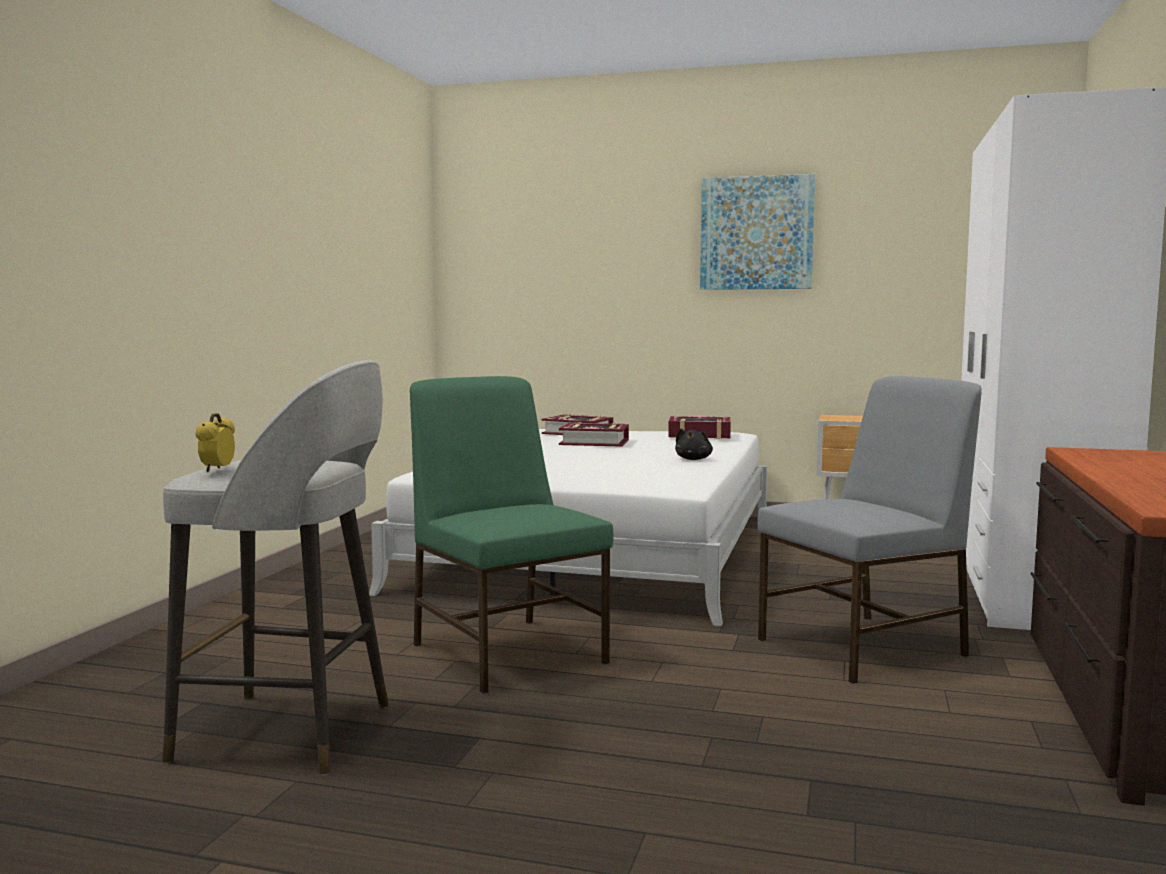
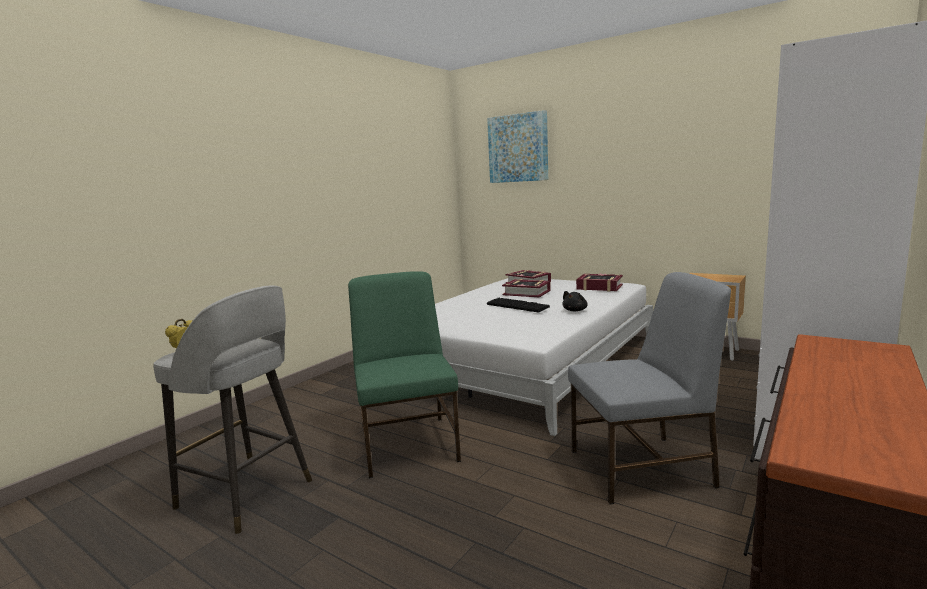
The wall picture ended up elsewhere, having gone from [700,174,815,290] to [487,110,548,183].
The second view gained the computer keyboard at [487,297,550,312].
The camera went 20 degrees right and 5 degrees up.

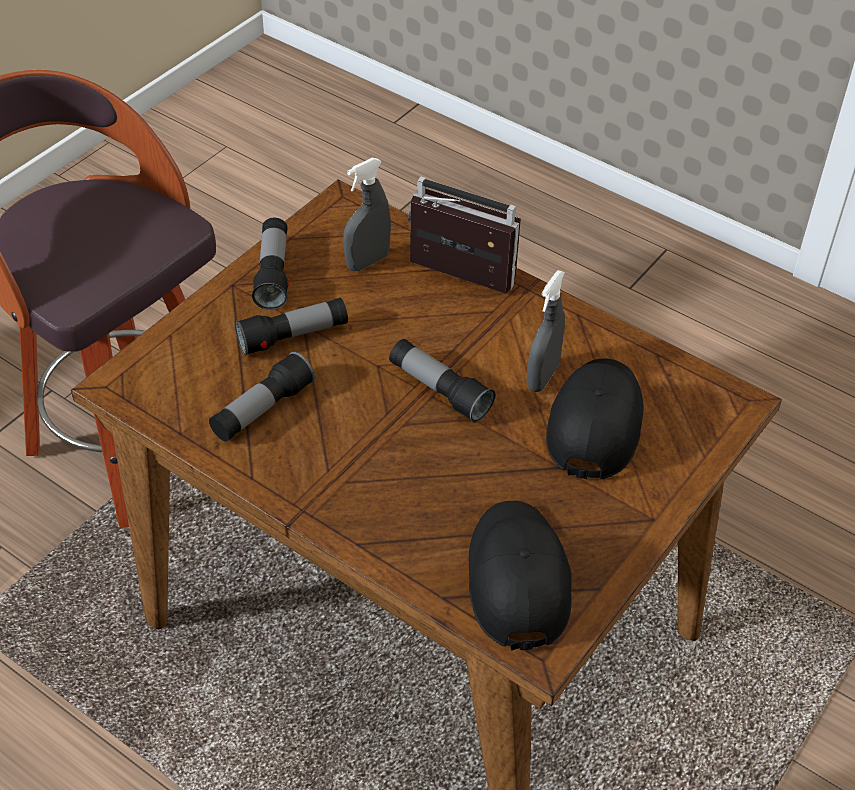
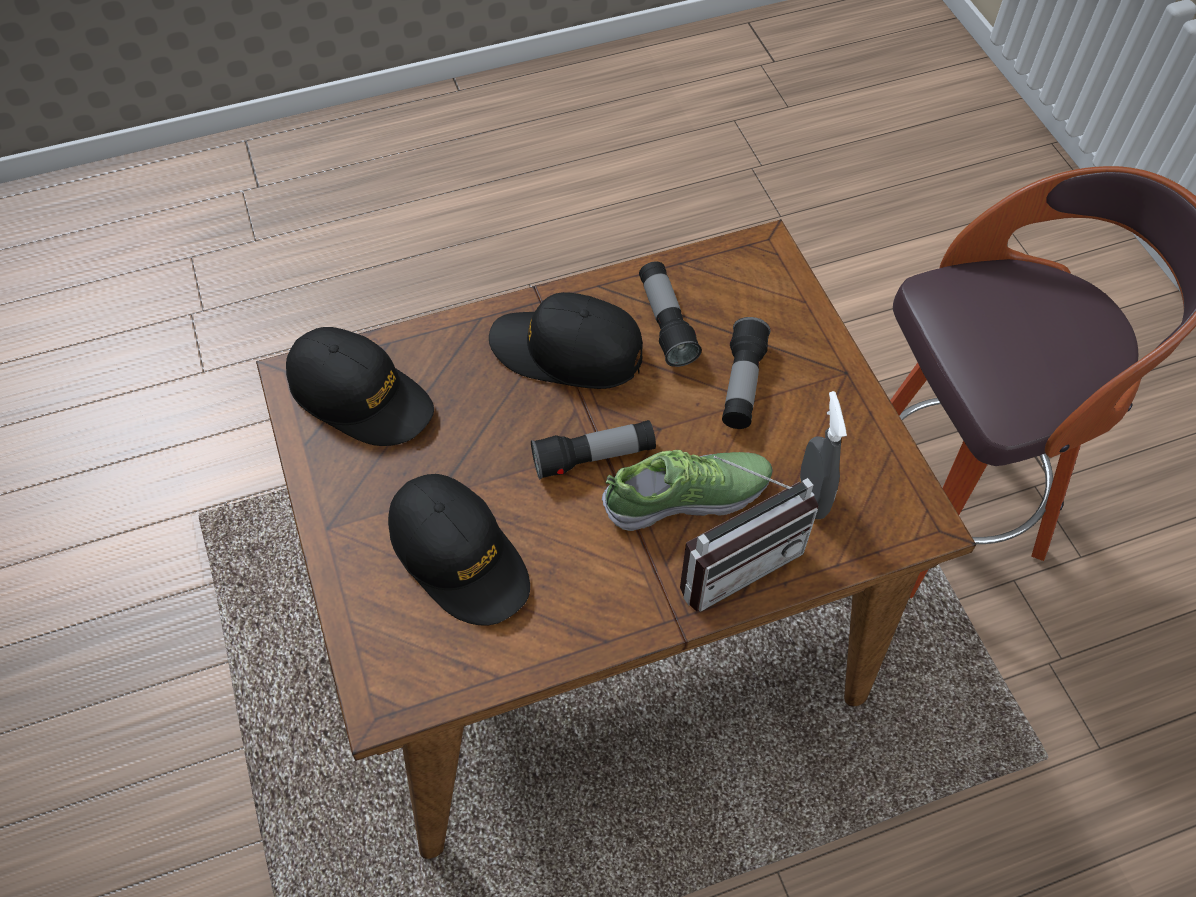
The second view gained the black-coloured baseball cap at [489,292,643,389].
The second view gained the low shoe at [602,450,773,531].
The second view lost the hand torch at [252,218,289,310].
The second view lost the gray spray bottle at [527,270,565,392].
The camera went 125 degrees right and 10 degrees up.

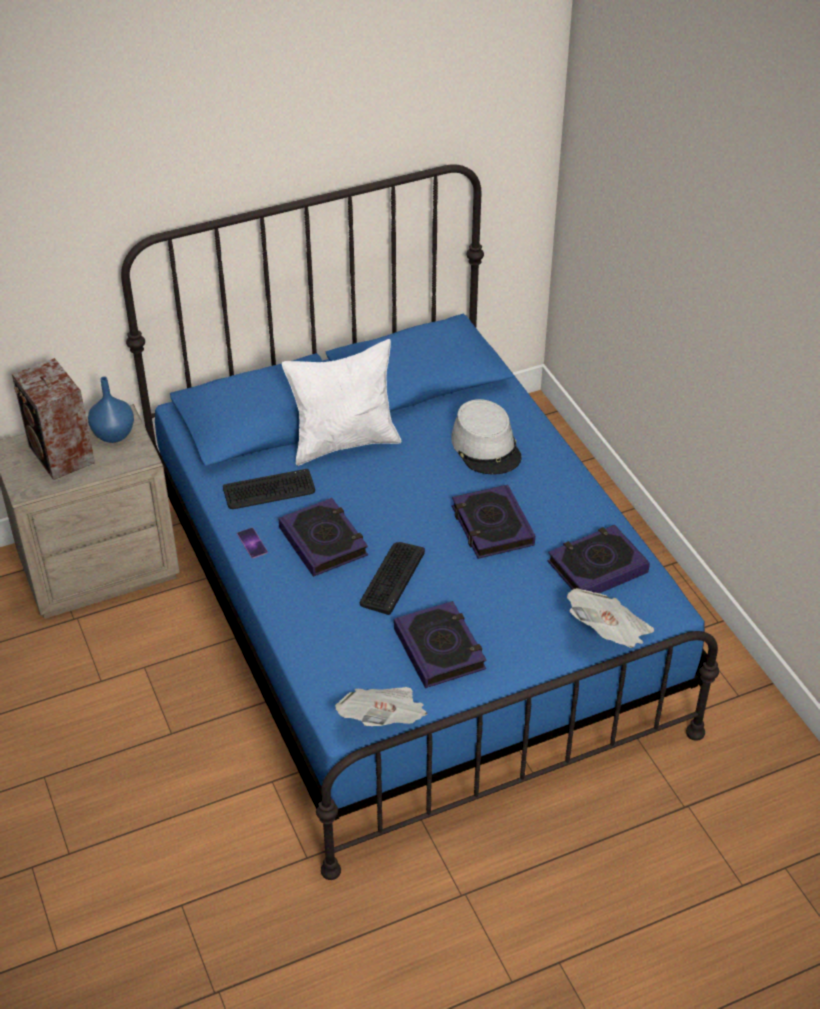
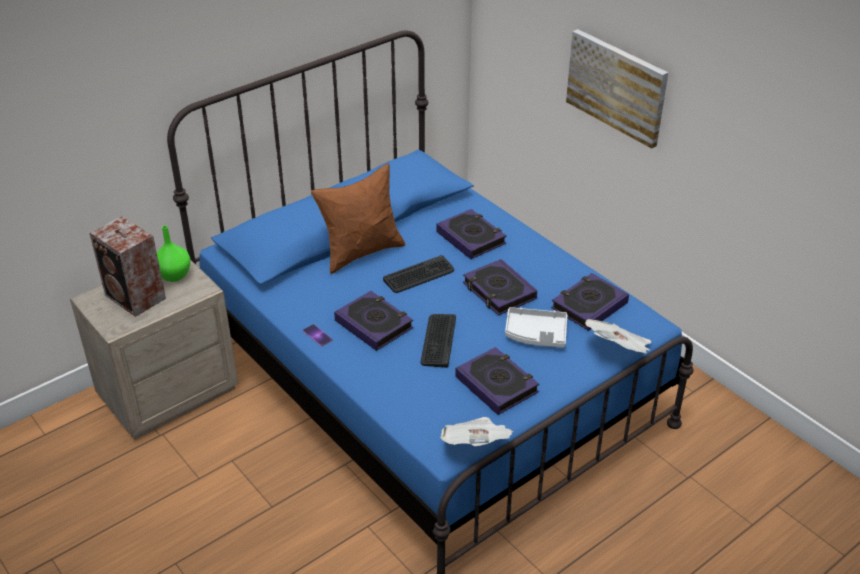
What was the bluish flower vase at [88,376,134,443] turned into the greenish flower vase at [157,226,191,282].
What was the whitish cushion at [282,339,402,466] turned into the brown-coloured cushion at [311,163,406,274].
The computer keyboard ended up elsewhere, having gone from [223,469,315,509] to [383,255,454,293].
Where the gray wearable hat stood at [451,399,522,475], the volume came to stand at [436,209,507,259].
The second view gained the gray serving tray at [505,307,567,348].
The second view gained the wall picture at [566,29,668,149].
The camera went 15 degrees left and 5 degrees down.

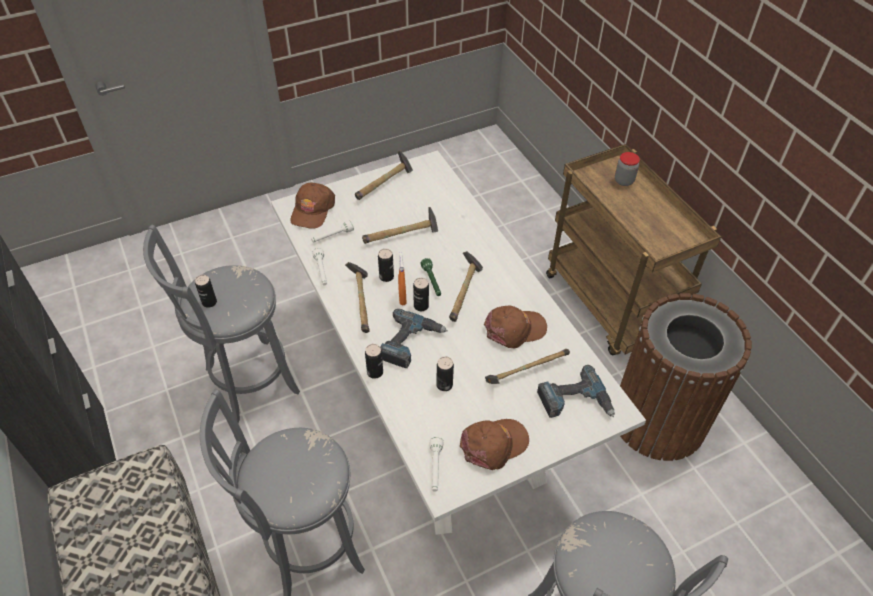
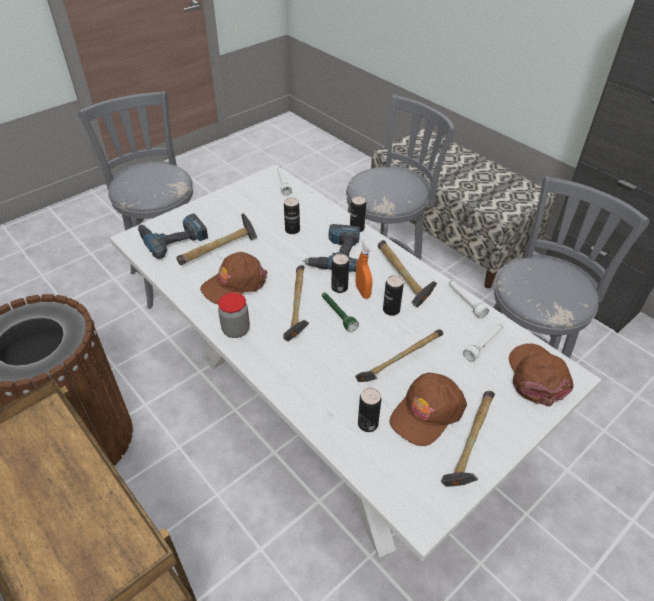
The jar ended up elsewhere, having gone from [615,152,640,186] to [218,292,250,338].
The metal can ended up elsewhere, having gone from [195,275,217,308] to [358,388,381,432].
The brown-coloured baseball cap ended up elsewhere, having gone from [460,419,529,470] to [389,373,467,446].
The camera went 165 degrees right and 5 degrees down.

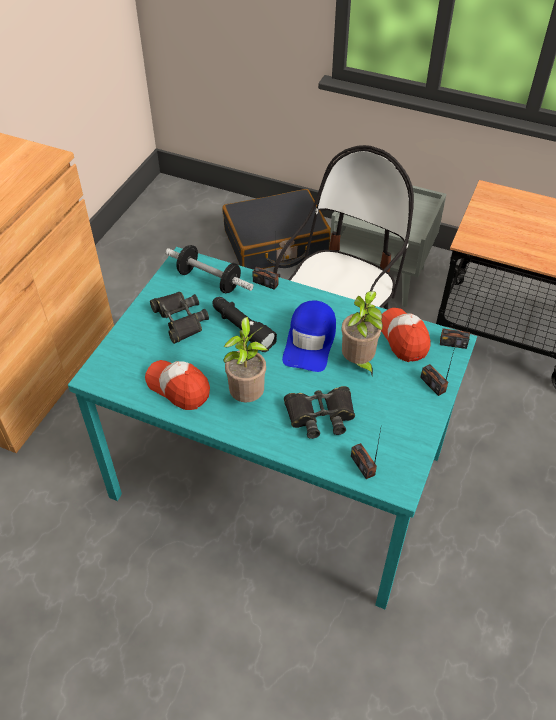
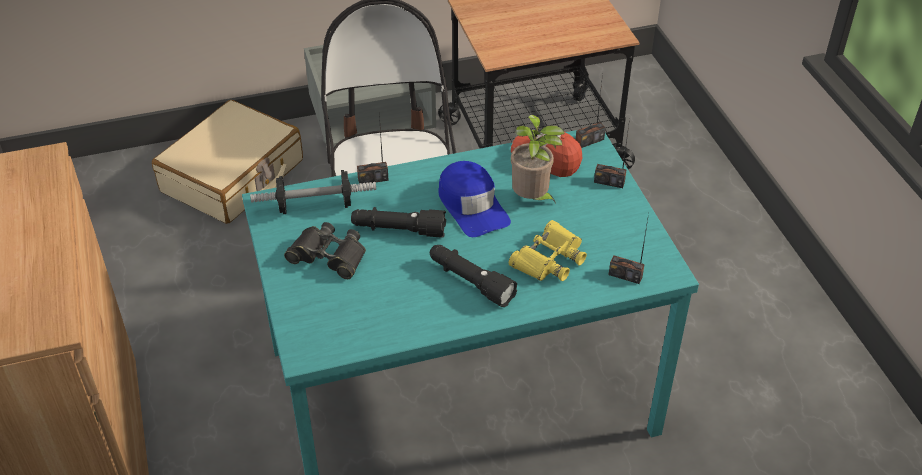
What was the black-coloured piece of luggage at [222,189,331,270] turned into the beige piece of luggage at [152,100,303,224].
Where the plant in a pot stood at [223,317,268,402], the black-coloured hand torch came to stand at [430,245,517,307].
What was the black-coloured field glasses at [284,386,355,439] turned into the yellowish field glasses at [509,220,587,281].
The second view lost the baseball cap at [145,360,210,410].
The camera went 40 degrees left and 5 degrees down.

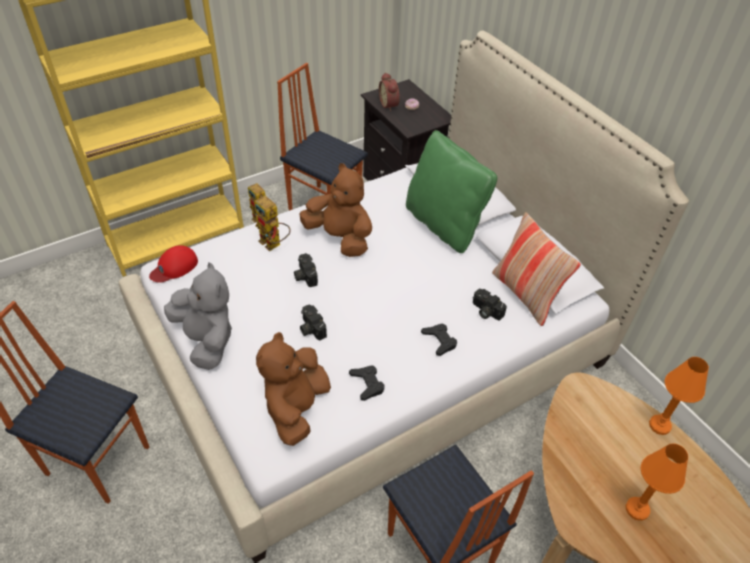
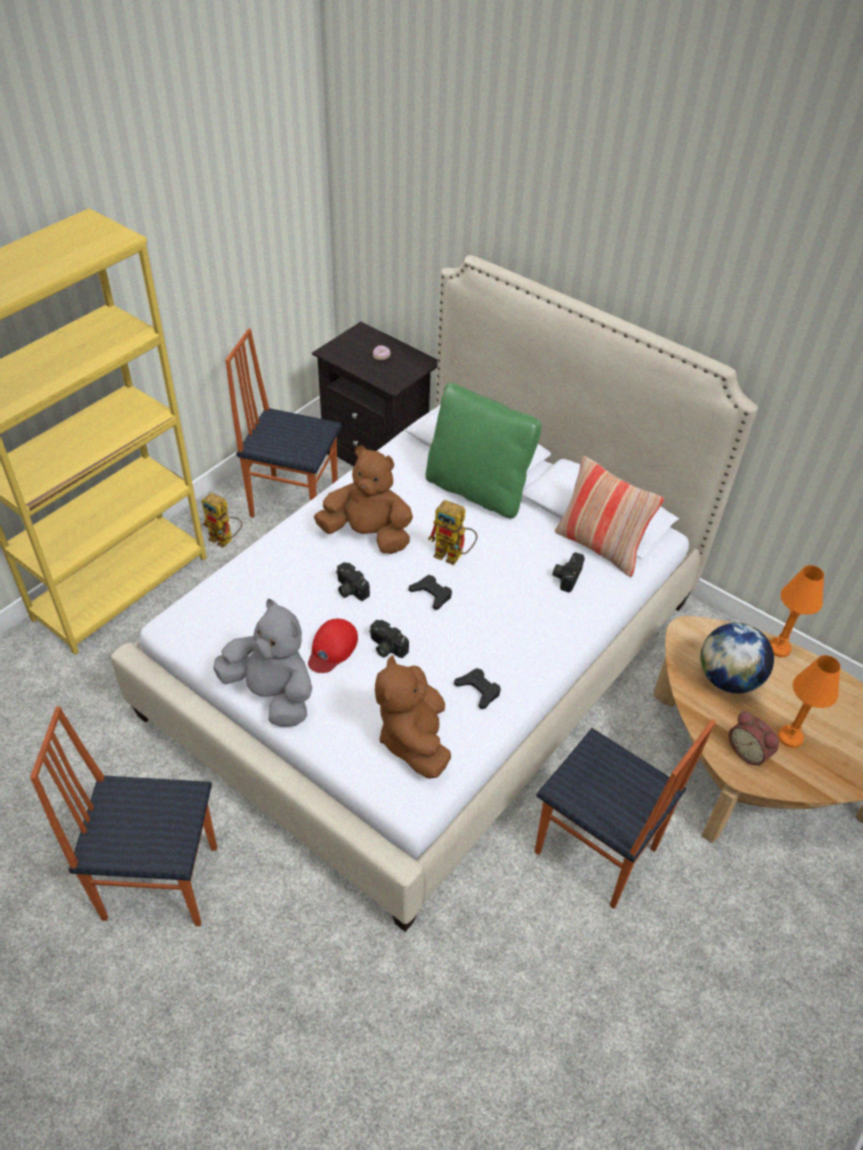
The red-coloured baseball cap ended up elsewhere, having gone from [149,245,198,283] to [308,619,358,673].
The black-coloured gamepad ended up elsewhere, having gone from [421,323,457,356] to [409,575,452,610].
The robot figure ended up elsewhere, having gone from [254,196,291,251] to [428,500,477,565].
The photo camera at [473,289,507,321] ended up facing another way, 90 degrees clockwise from before.
The second view gained the globe at [701,623,774,693].
The bedside clock ended up elsewhere, having gone from [379,72,400,111] to [729,711,779,767].
The camera went 20 degrees left and 0 degrees up.

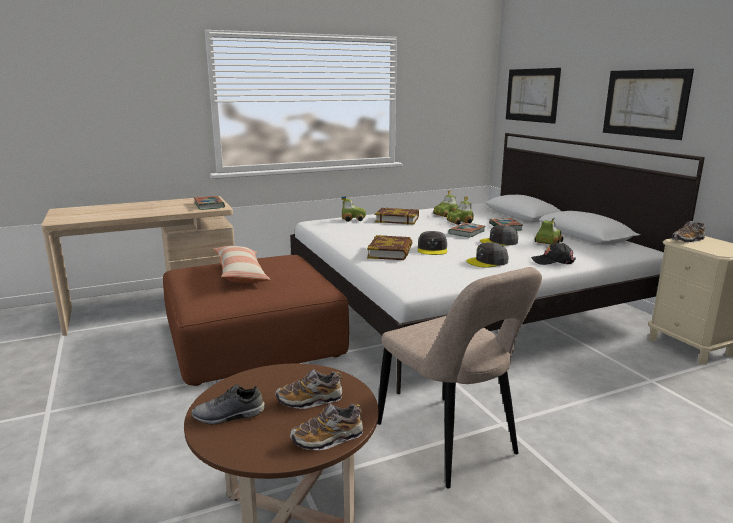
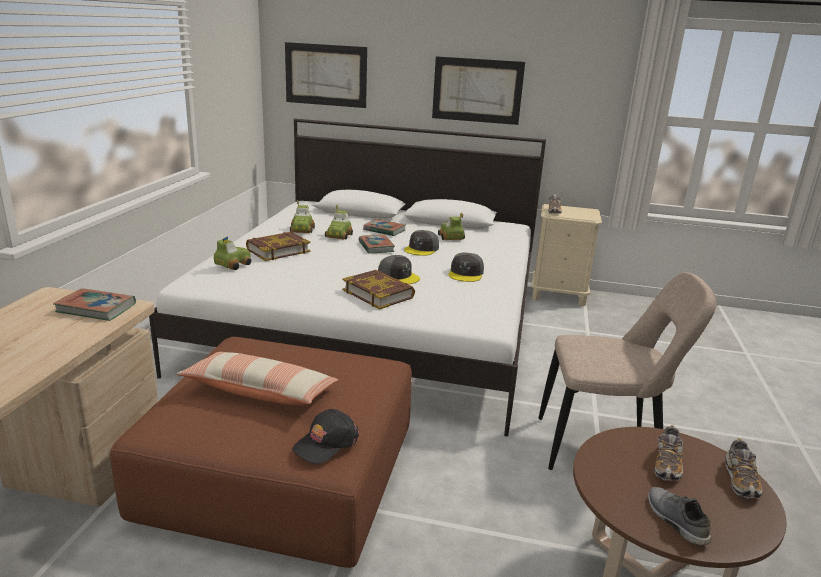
The black-coloured baseball cap ended up elsewhere, having gone from [531,243,576,265] to [292,409,359,464].
The gray low shoe at [191,384,265,424] ended up facing another way, 135 degrees clockwise from before.
The camera went 55 degrees left and 5 degrees up.

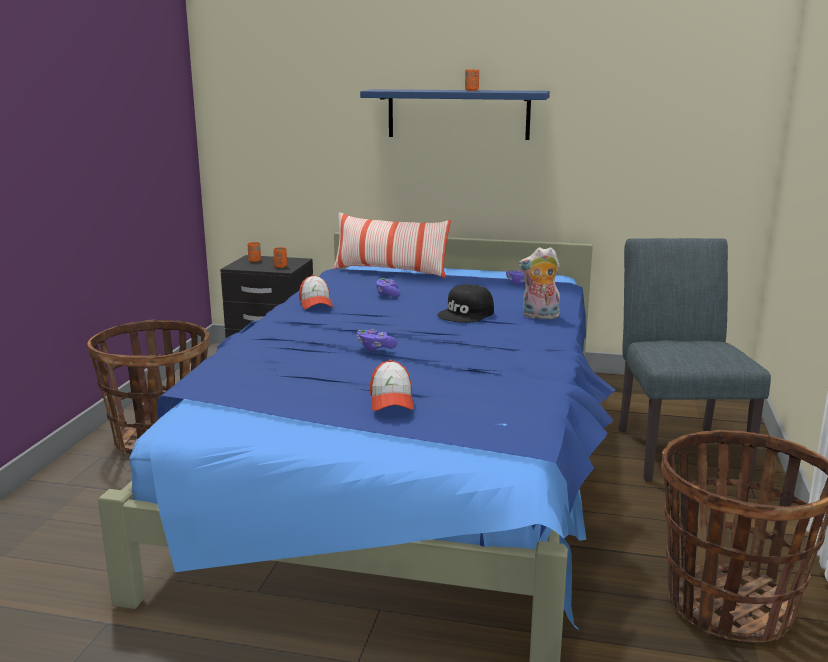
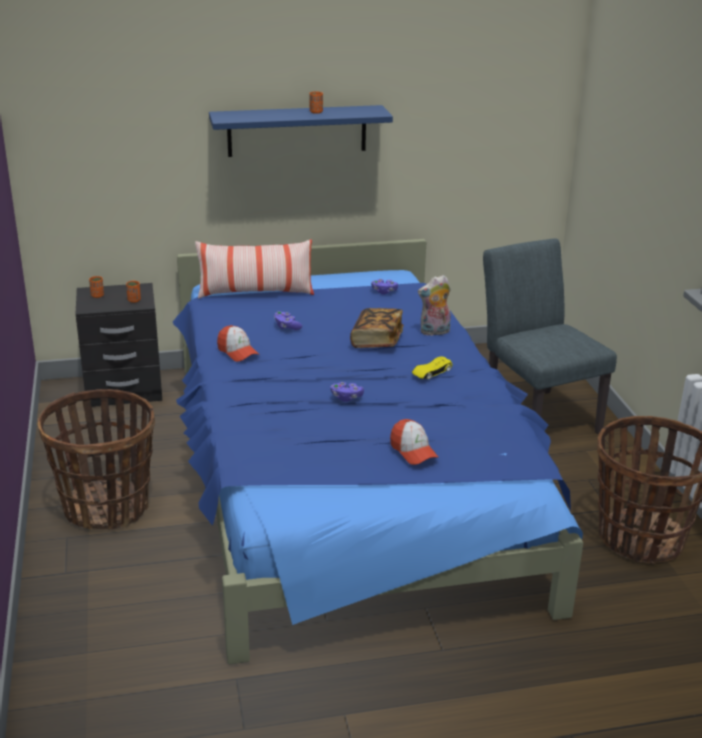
Where the black-coloured baseball cap stood at [437,284,494,323], the volume came to stand at [350,308,403,348].
The second view gained the yellowish miniature car at [412,356,453,379].
The camera went 25 degrees left and 10 degrees up.

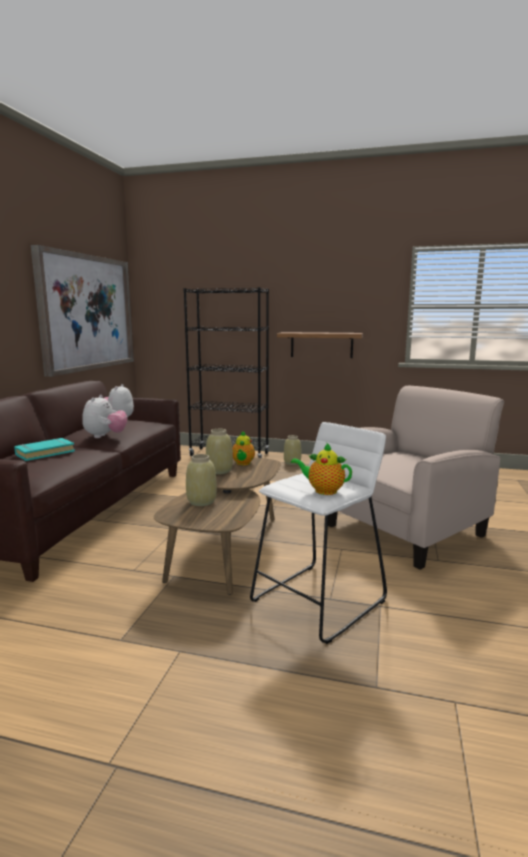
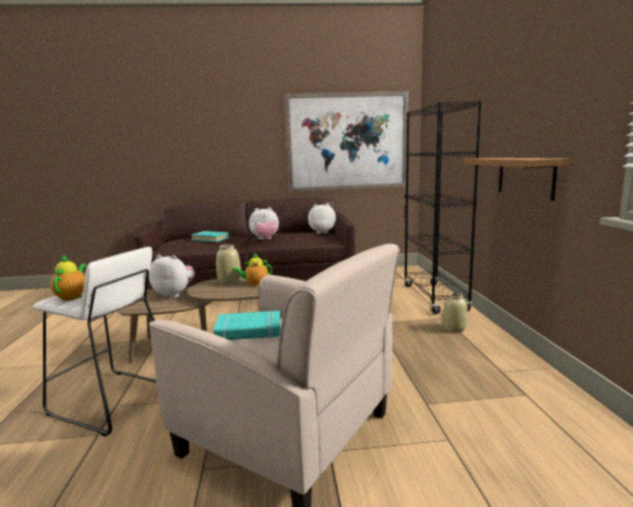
Where the beige flower vase stood at [186,454,217,506], the plush toy came to stand at [149,254,195,298].
The second view gained the blue-green volume at [214,311,280,340].
The camera went 70 degrees right and 0 degrees up.

